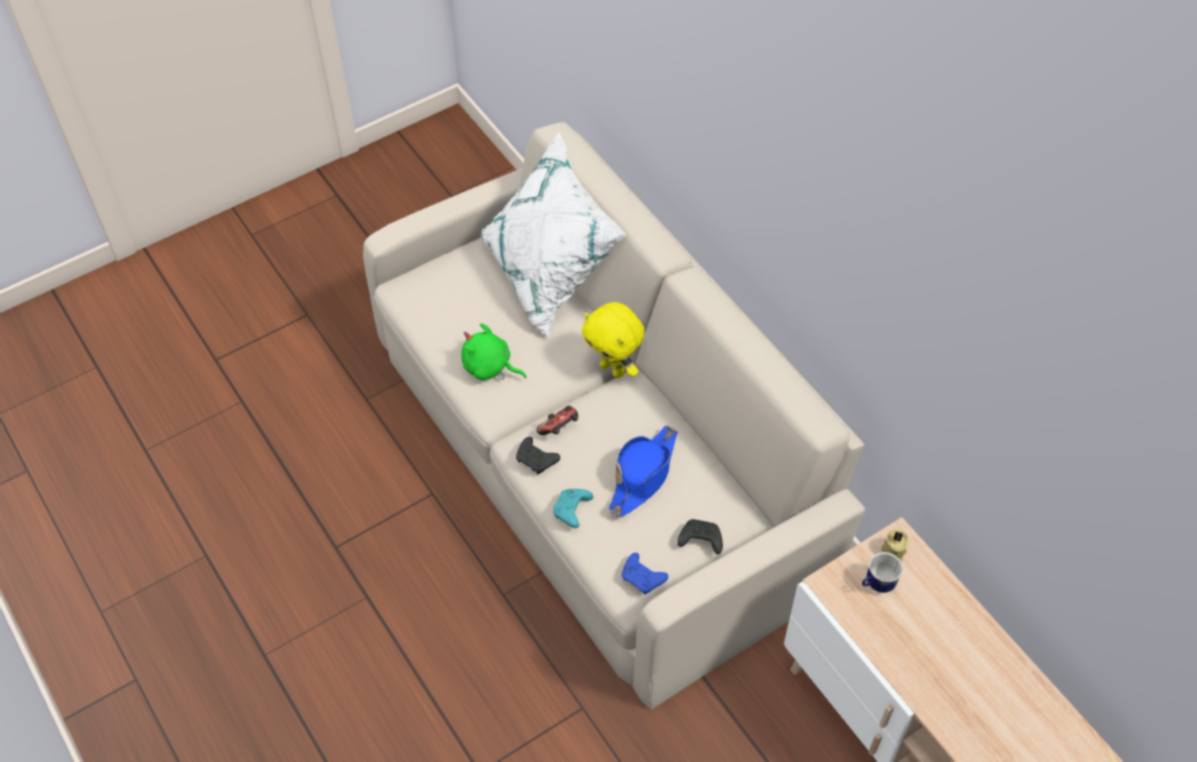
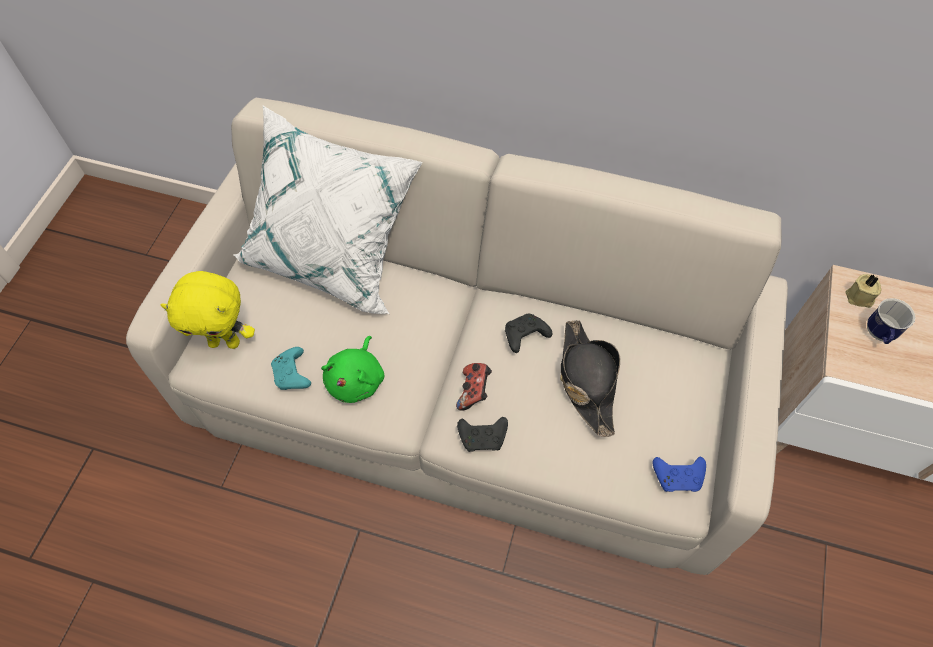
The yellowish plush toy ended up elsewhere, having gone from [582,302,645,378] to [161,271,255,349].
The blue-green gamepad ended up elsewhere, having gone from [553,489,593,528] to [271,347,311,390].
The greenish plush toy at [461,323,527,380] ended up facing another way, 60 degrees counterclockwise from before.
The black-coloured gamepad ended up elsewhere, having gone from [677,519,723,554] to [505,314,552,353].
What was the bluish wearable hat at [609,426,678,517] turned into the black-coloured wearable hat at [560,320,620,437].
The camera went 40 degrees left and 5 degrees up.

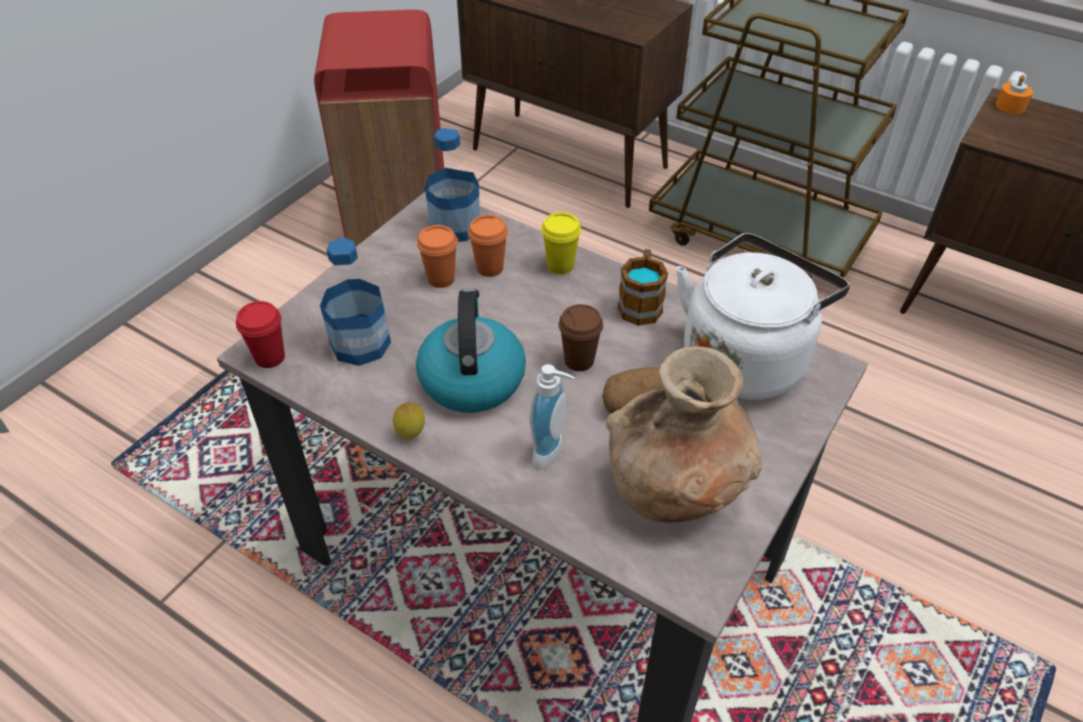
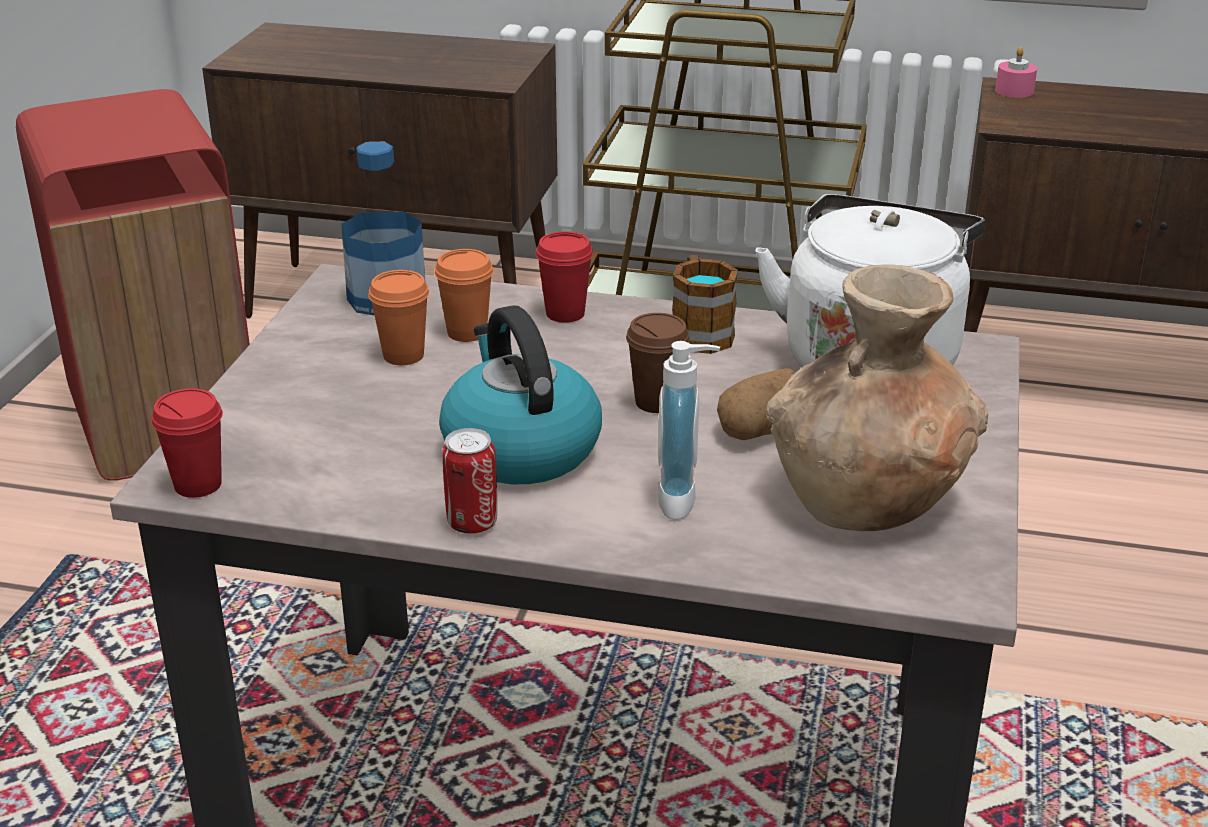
Where the whole lemon stood at [393,402,425,440], the metal can came to stand at [442,428,497,534].
What was the yellowish drinking cup at [541,212,581,275] turned into the red-coloured drinking cup at [536,231,593,323].
What was the orange-coloured wax light at [995,75,1033,114] turned into the pink-coloured wax light at [995,47,1037,98].
The second view lost the bottle at [320,238,391,366].
The camera went 20 degrees left and 15 degrees down.

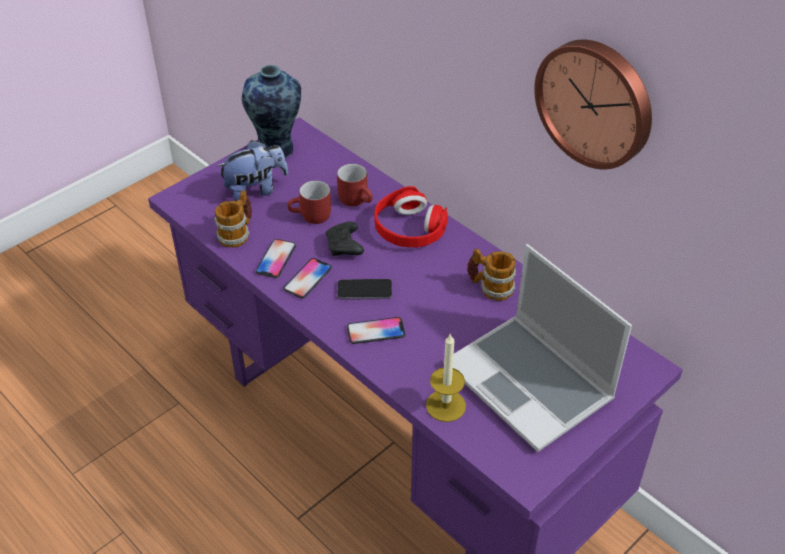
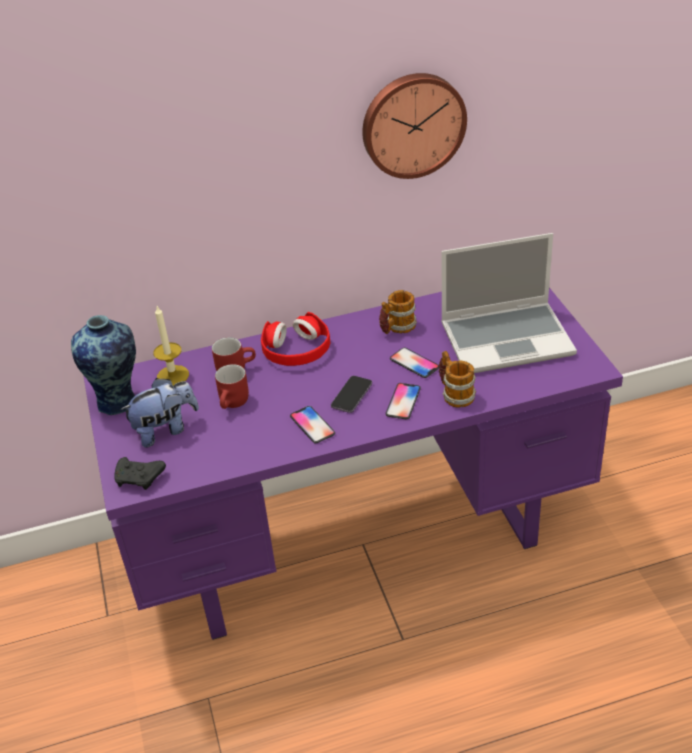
The black-coloured gamepad ended up elsewhere, having gone from [326,221,364,256] to [114,457,166,490].
The plush toy at [216,140,288,201] ended up facing another way, 60 degrees clockwise from before.
The wax light ended up elsewhere, having gone from [426,333,466,422] to [153,306,189,386].
The telephone ended up elsewhere, having gone from [255,239,296,278] to [390,348,439,378].
The coffee mug ended up elsewhere, having gone from [214,190,252,248] to [439,351,476,408].
The camera went 60 degrees left and 5 degrees down.

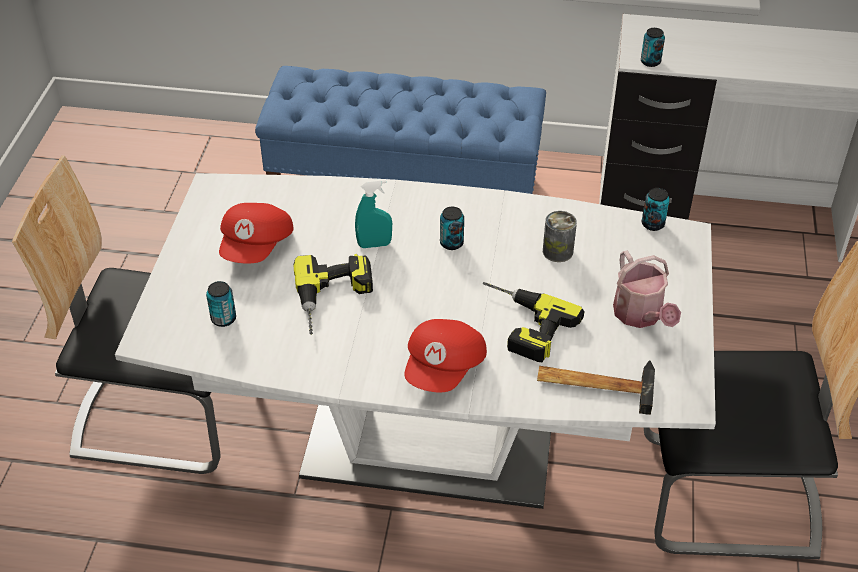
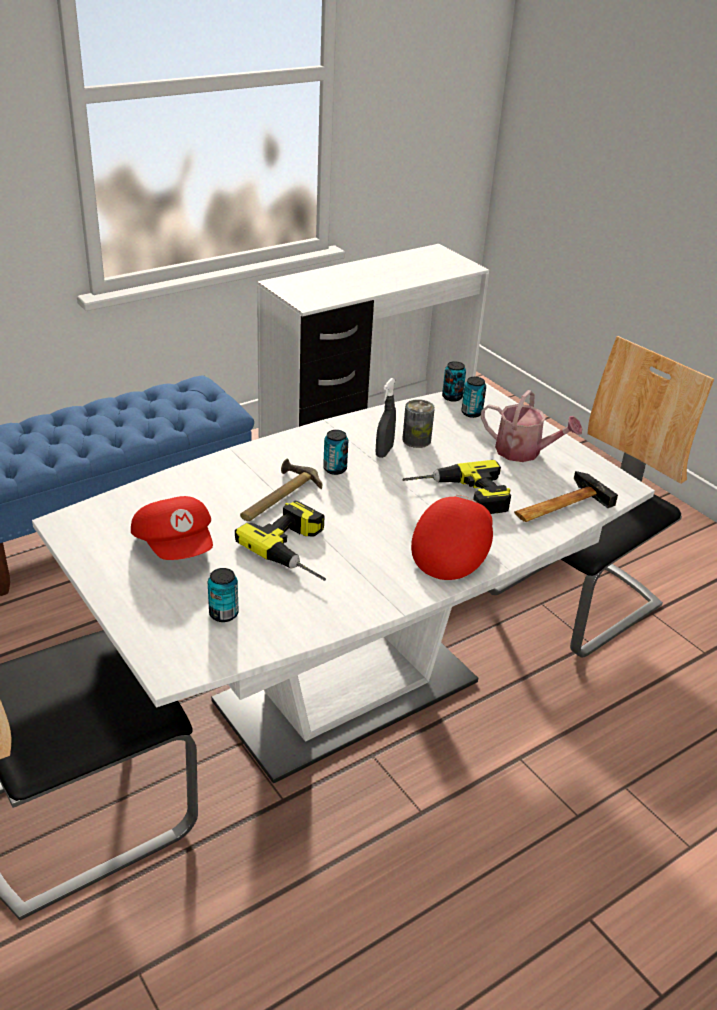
Where the blue-green spray bottle stood at [355,179,392,248], the tool hammer came to stand at [240,459,322,521].
The second view gained the gray spray bottle at [376,378,396,458].
The red-coloured baseball cap at [404,319,487,392] ended up facing another way, 135 degrees counterclockwise from before.
The metal can ended up elsewhere, having gone from [641,28,665,67] to [461,377,486,418].
The camera went 45 degrees left and 10 degrees down.

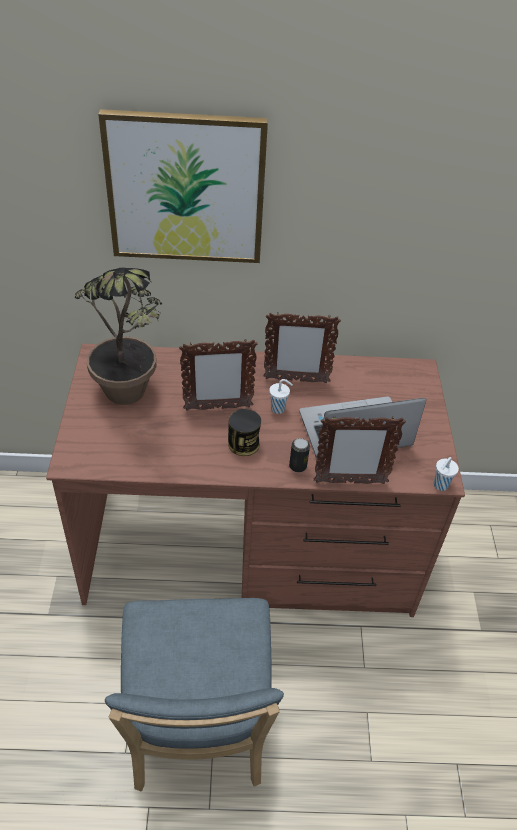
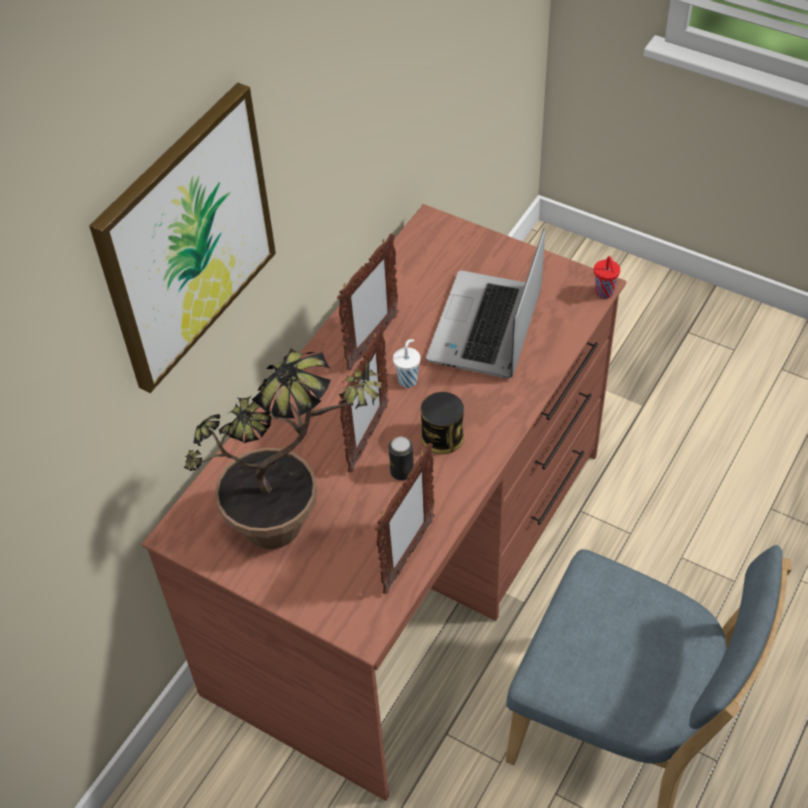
The picture frame ended up elsewhere, having gone from [314,416,406,484] to [375,443,435,594].
The metal can ended up elsewhere, having gone from [289,438,310,472] to [389,437,414,481].
What was the whitish drinking cup at [434,457,459,491] turned into the red-coloured drinking cup at [594,256,620,299].
The camera went 55 degrees left and 5 degrees up.

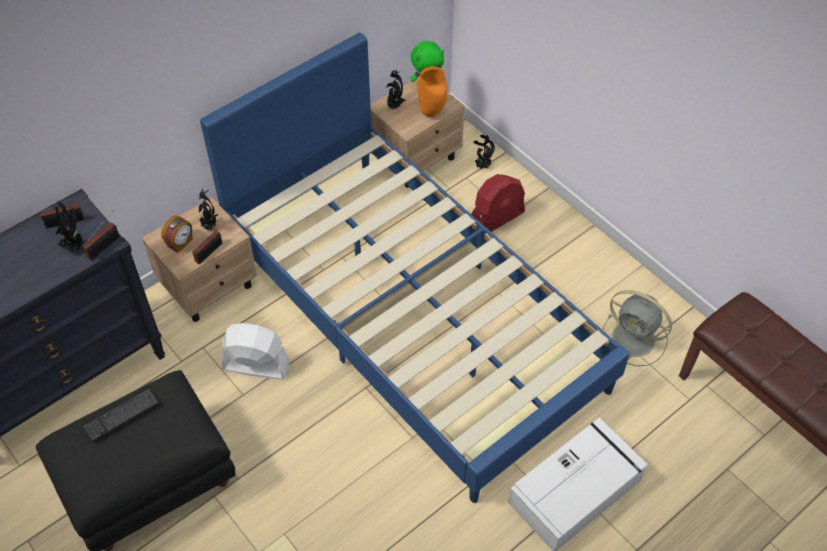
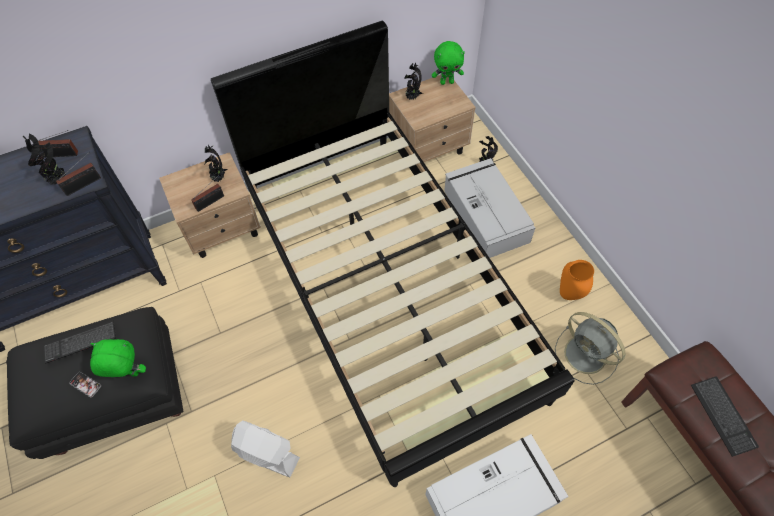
The second view gained the telephone at [69,372,101,398].
The second view gained the greenish plush toy at [90,339,146,377].
What was the bluish sleeping bed at [200,33,630,503] turned into the black-coloured sleeping bed at [211,21,574,487].
The whitish fan ended up elsewhere, having gone from [222,323,290,379] to [231,420,300,477].
Where the red-coloured fan stood at [471,174,525,232], the gray storage bin came to stand at [444,158,535,258].
The orange-coloured flower vase ended up elsewhere, having gone from [417,66,447,117] to [560,260,594,300].
The second view gained the computer keyboard at [691,377,759,457].
The second view lost the bedside clock at [161,215,193,253].
The camera went 15 degrees right and 5 degrees up.

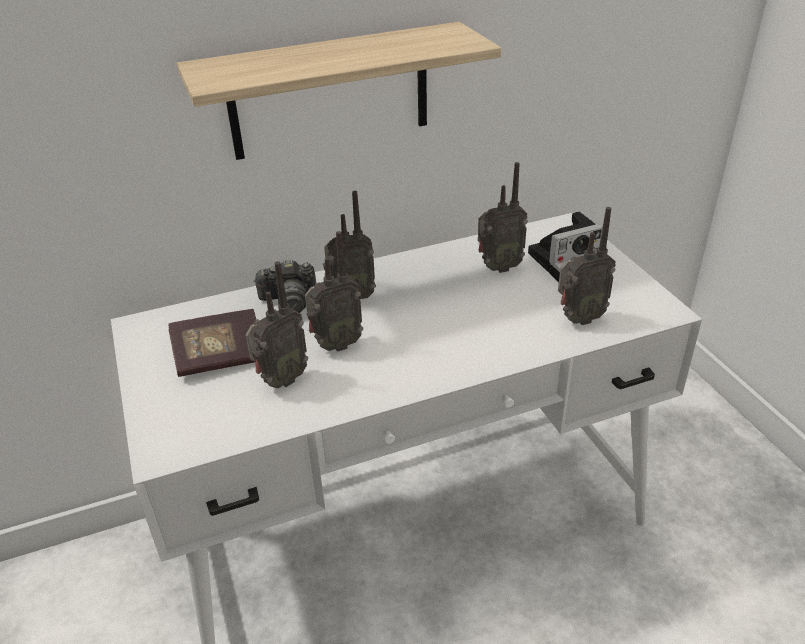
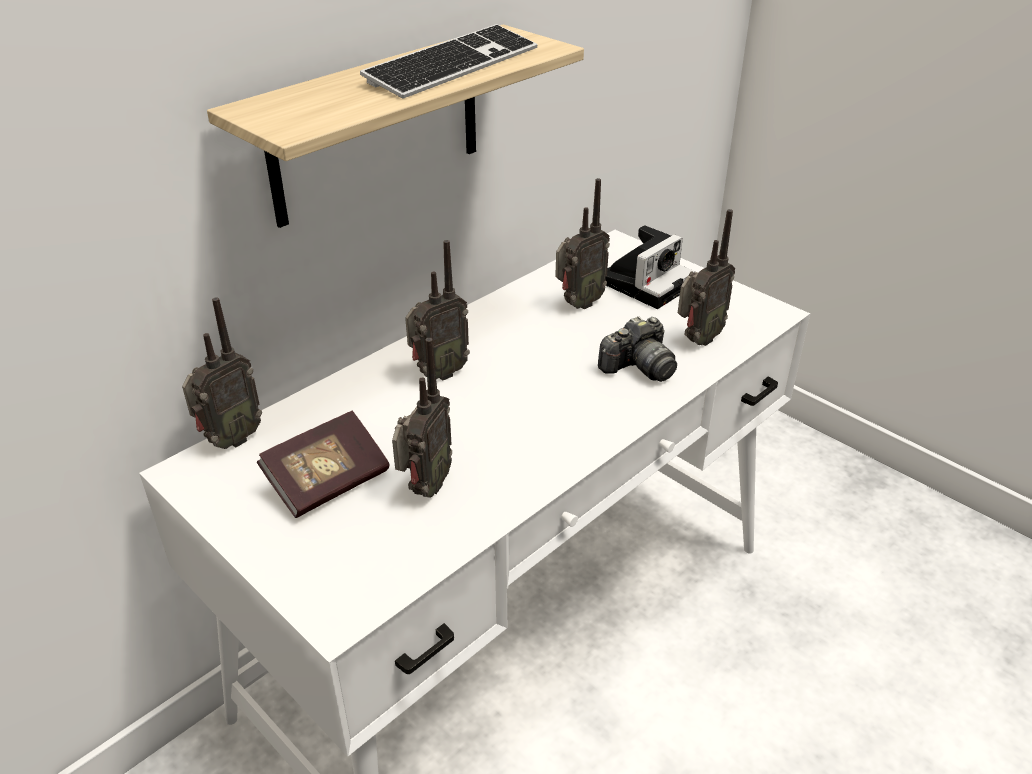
The radio ended up elsewhere, having gone from [305,231,363,352] to [182,297,262,449].
The second view gained the computer keyboard at [360,24,538,98].
The photo camera ended up elsewhere, having gone from [253,259,316,313] to [598,316,677,382].
The camera went 25 degrees left and 0 degrees up.

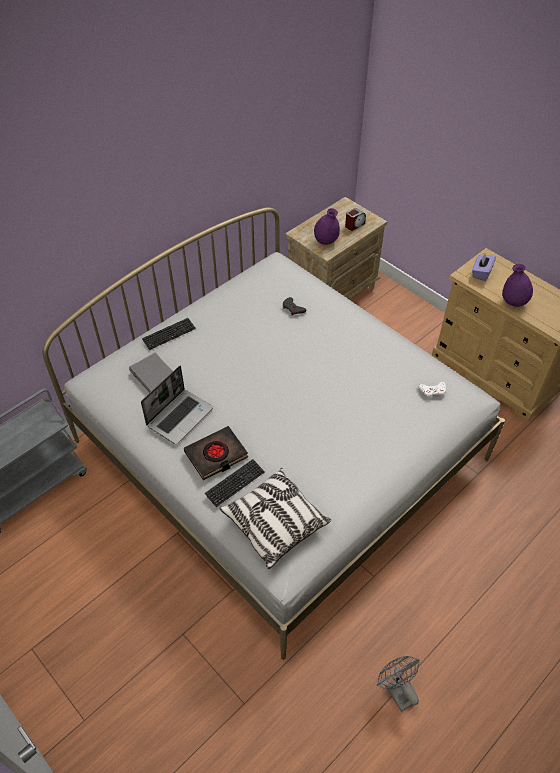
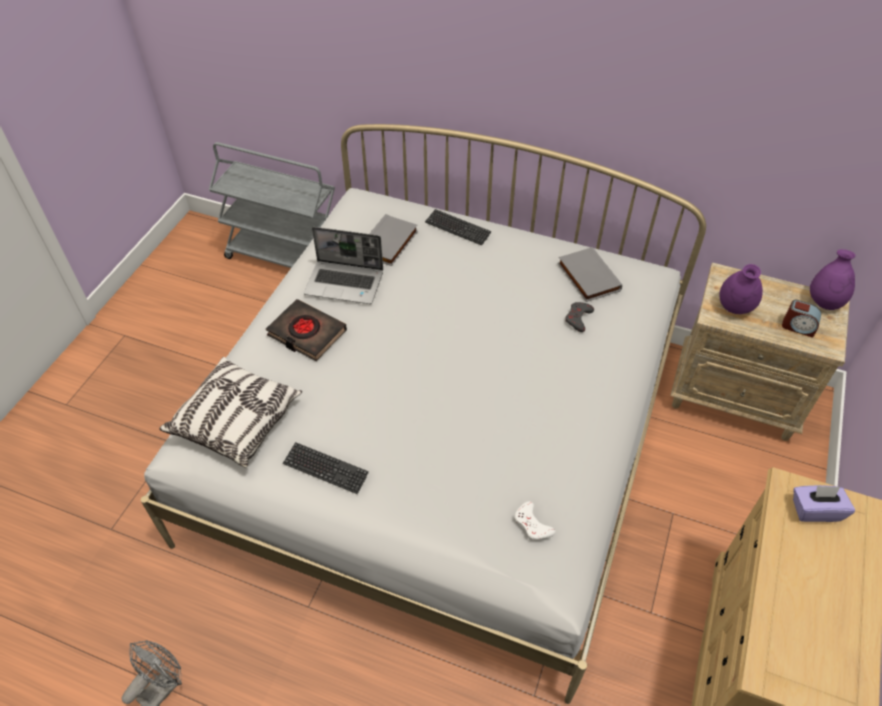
The computer keyboard ended up elsewhere, having gone from [204,459,265,507] to [283,442,369,494].
The second view gained the gray volume at [558,247,622,302].
The purple-coloured flower vase ended up elsewhere, having gone from [502,264,533,307] to [810,249,855,310].
The camera went 65 degrees right and 0 degrees up.

